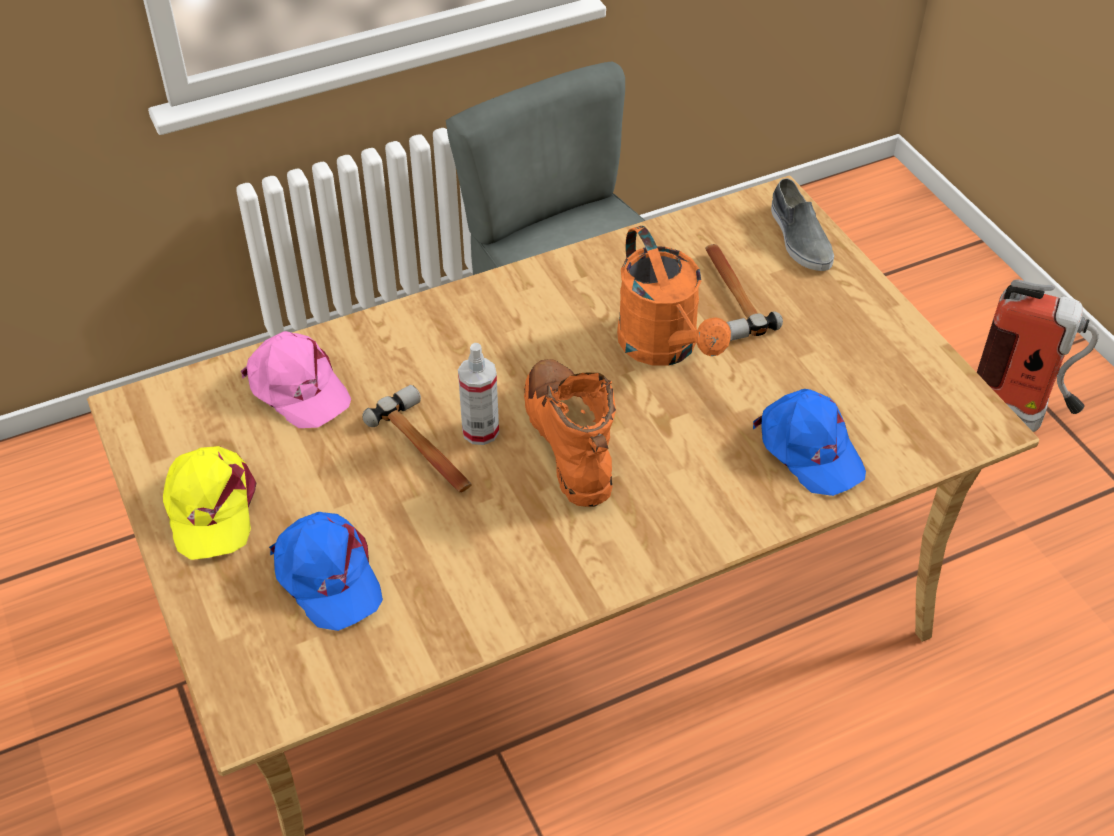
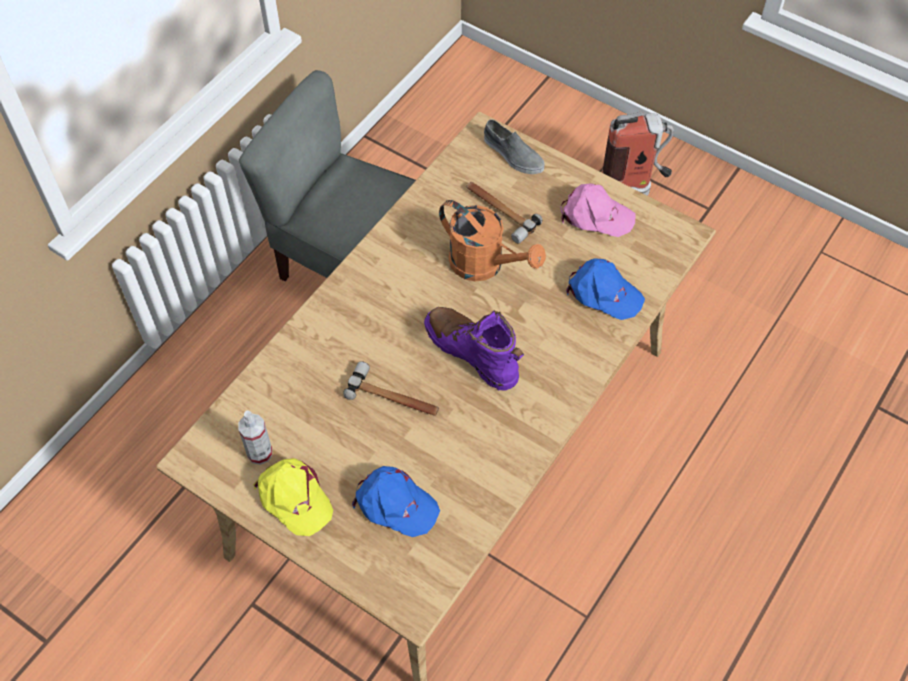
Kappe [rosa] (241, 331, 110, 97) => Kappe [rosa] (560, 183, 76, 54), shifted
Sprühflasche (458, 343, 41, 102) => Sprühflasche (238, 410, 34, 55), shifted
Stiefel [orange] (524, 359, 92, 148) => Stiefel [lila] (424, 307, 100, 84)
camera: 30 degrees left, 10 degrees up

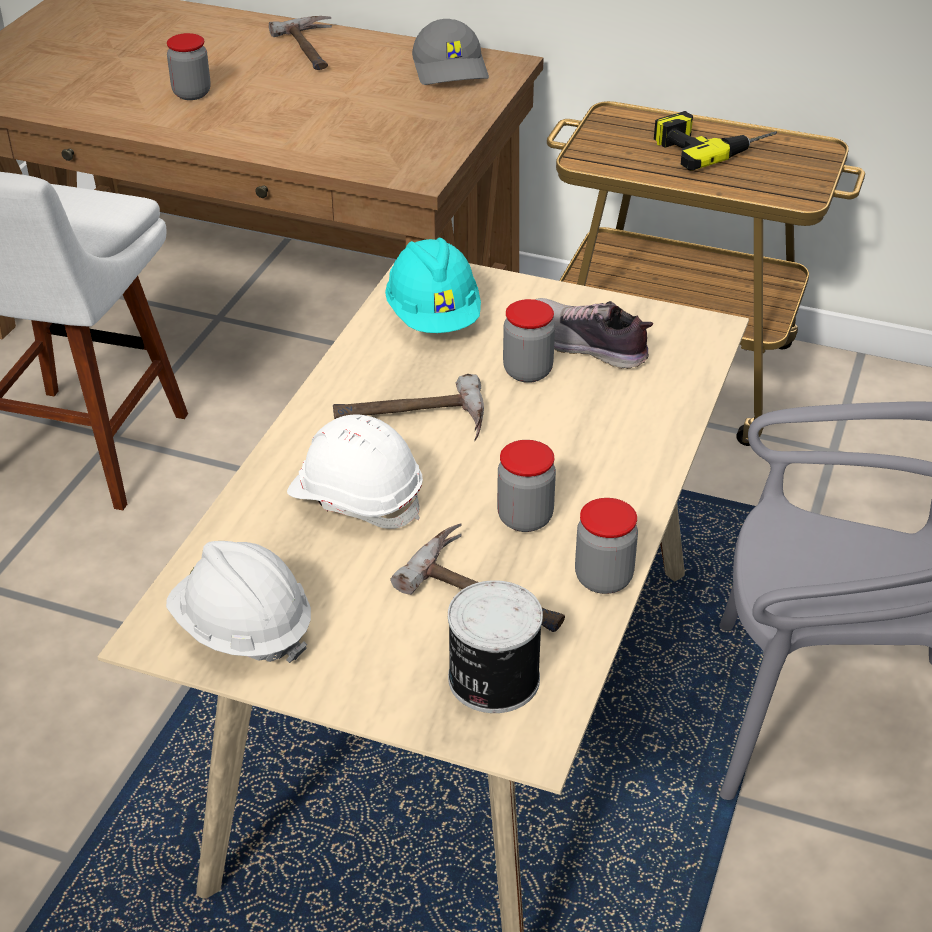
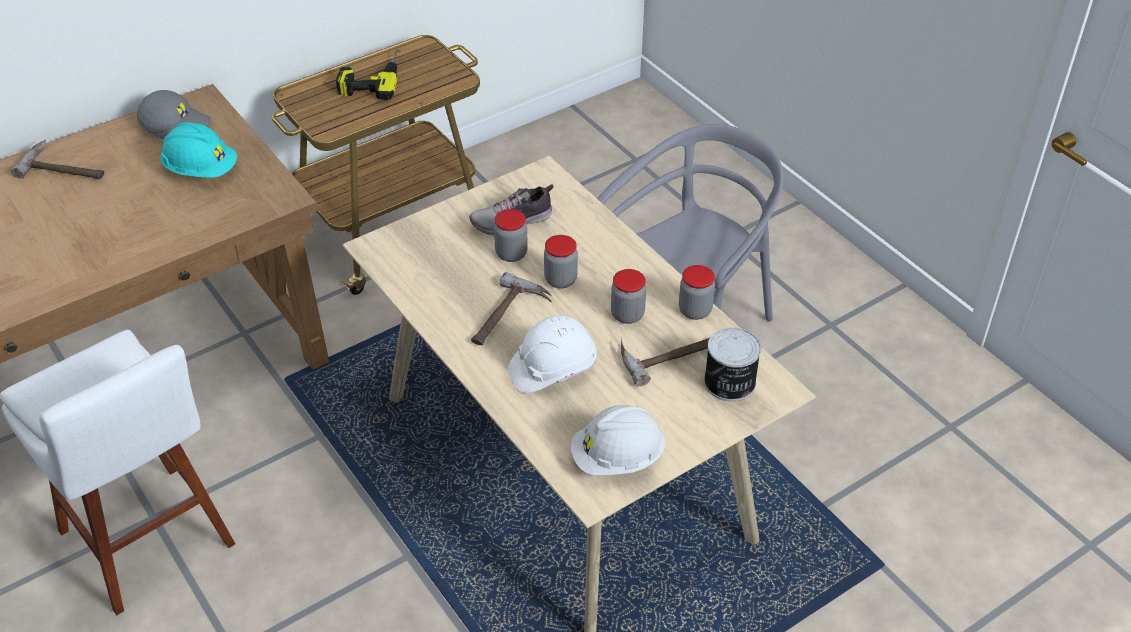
Vorratsglas (167, 33, 44, 67) => Vorratsglas (544, 235, 34, 54), shifted
Schutzhelm [türkis] (385, 238, 96, 95) => Schutzhelm [türkis] (160, 122, 77, 56), shifted
camera: 55 degrees left, 5 degrees up

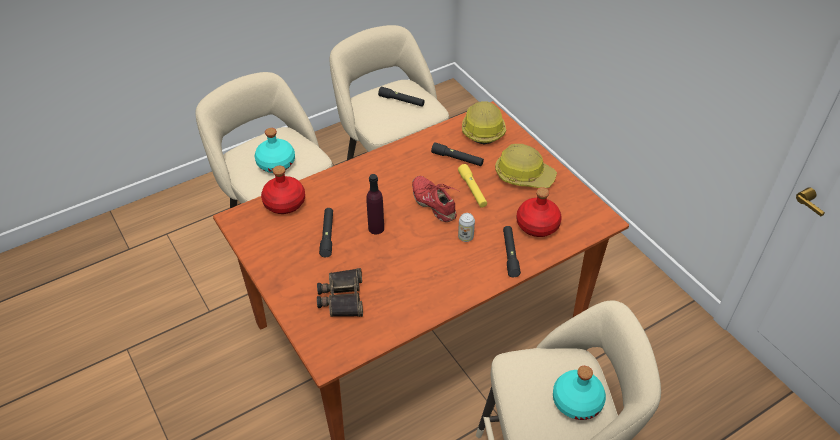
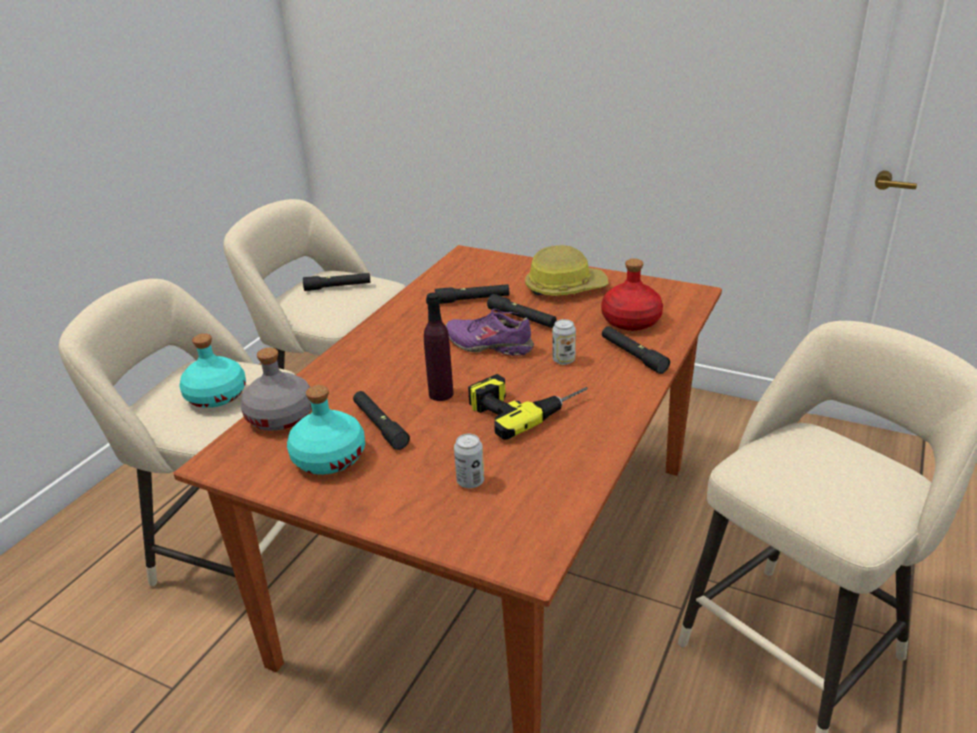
Schutzhelm (462, 101, 44, 44) => nothing
nothing => Bohrmaschine (468, 374, 120, 66)
Flasche [türkis] (553, 366, 53, 54) => Flasche [türkis] (287, 385, 78, 90), shifted
Fernglas (317, 268, 46, 49) => Dose (454, 434, 30, 54)
Flasche [rot] (261, 166, 44, 48) => Flasche [grau] (241, 348, 71, 83)
Schuh [rot] (412, 176, 47, 46) => Schuh [lila] (446, 309, 88, 47)
Taschenlampe [gelb] (458, 164, 29, 44) => Taschenlampe [schwarz] (487, 294, 70, 34)
camera: 30 degrees left, 15 degrees down

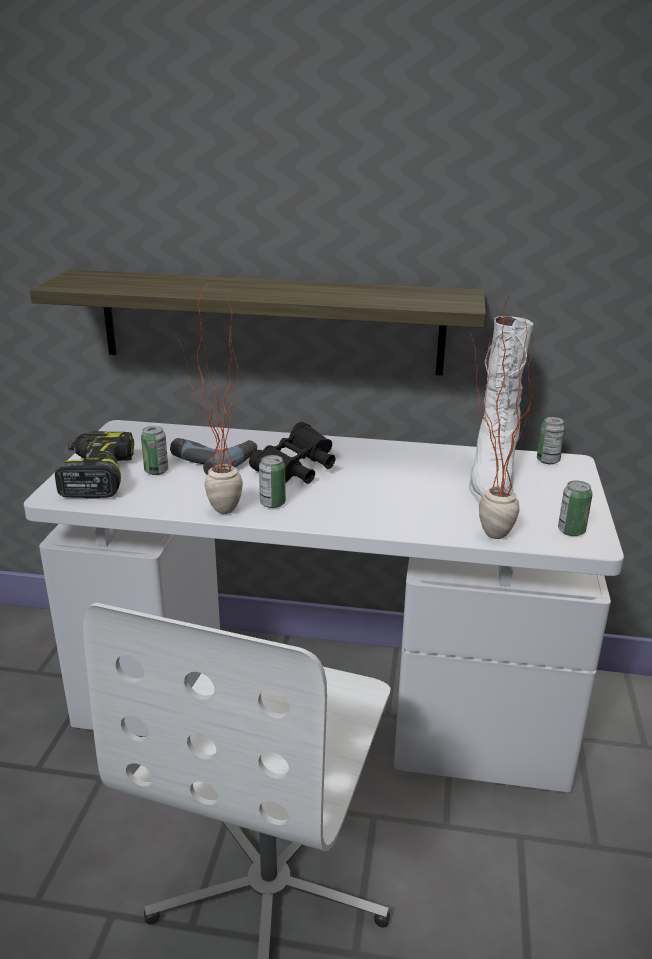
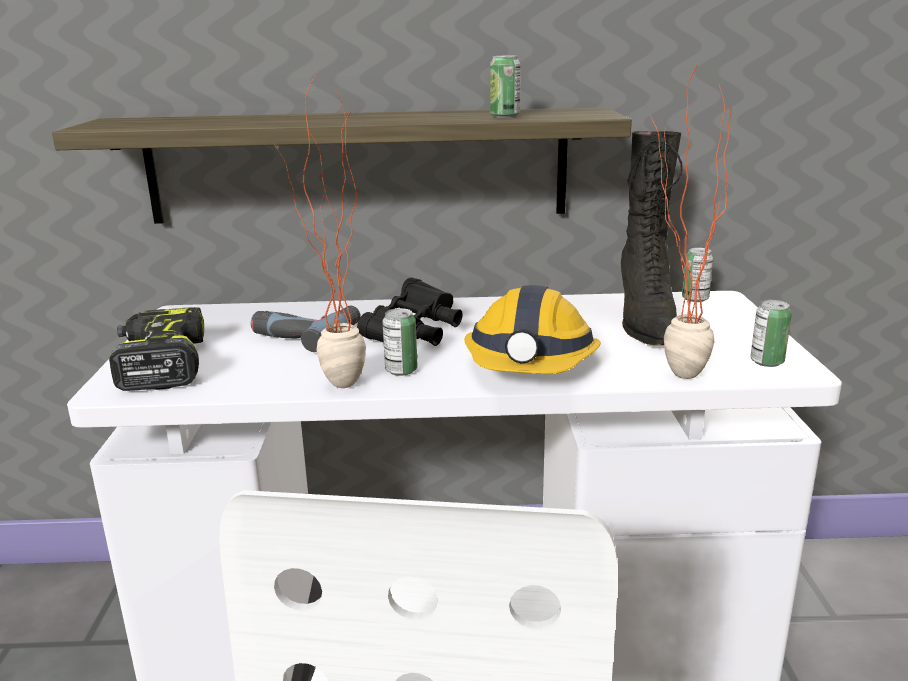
nothing => Schutzhelm (464, 285, 137, 89)
Dose (141, 426, 27, 49) => Dose (490, 55, 31, 63), shifted
Stiefel [weiß] (469, 316, 64, 187) => Stiefel [schwarz] (621, 131, 62, 215)
camera: 10 degrees left, 5 degrees down

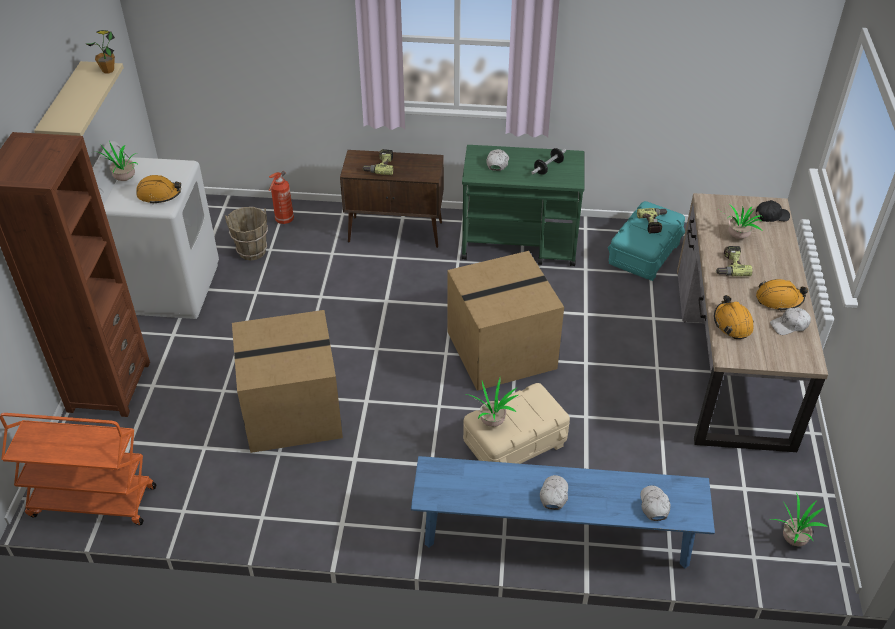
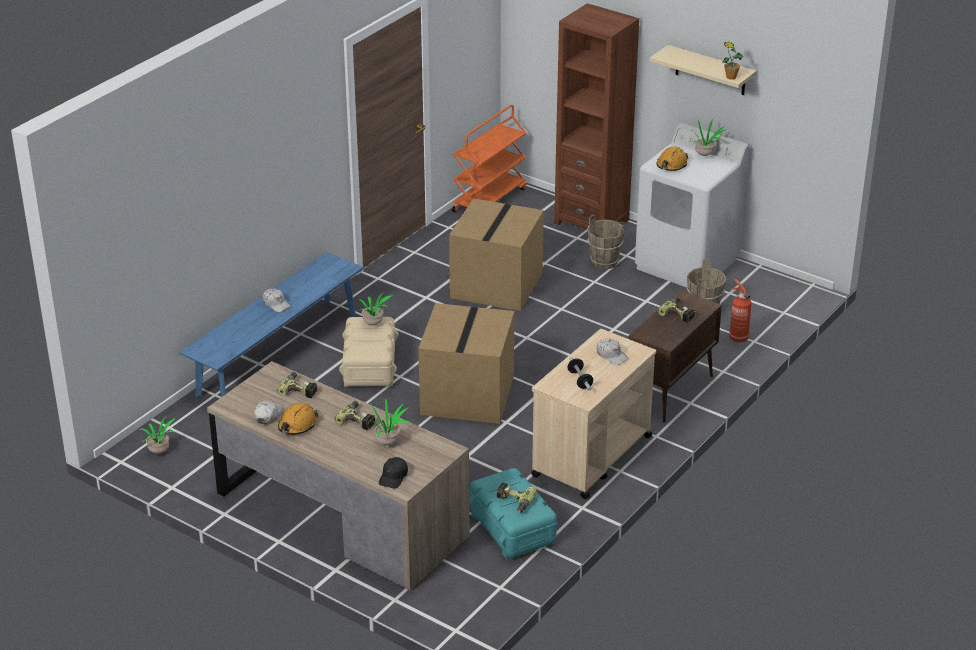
Kappe [weiß] (640, 485, 30, 36) => nothing
nothing => Eimer [braun] (587, 215, 38, 54)
Schutzhelm [orange] (714, 295, 40, 44) => Bohrmaschine (277, 372, 40, 26)
Rollwagen [grün] (462, 145, 123, 121) => Rollwagen [beige] (531, 329, 125, 170)
camera: 120 degrees right, 10 degrees down

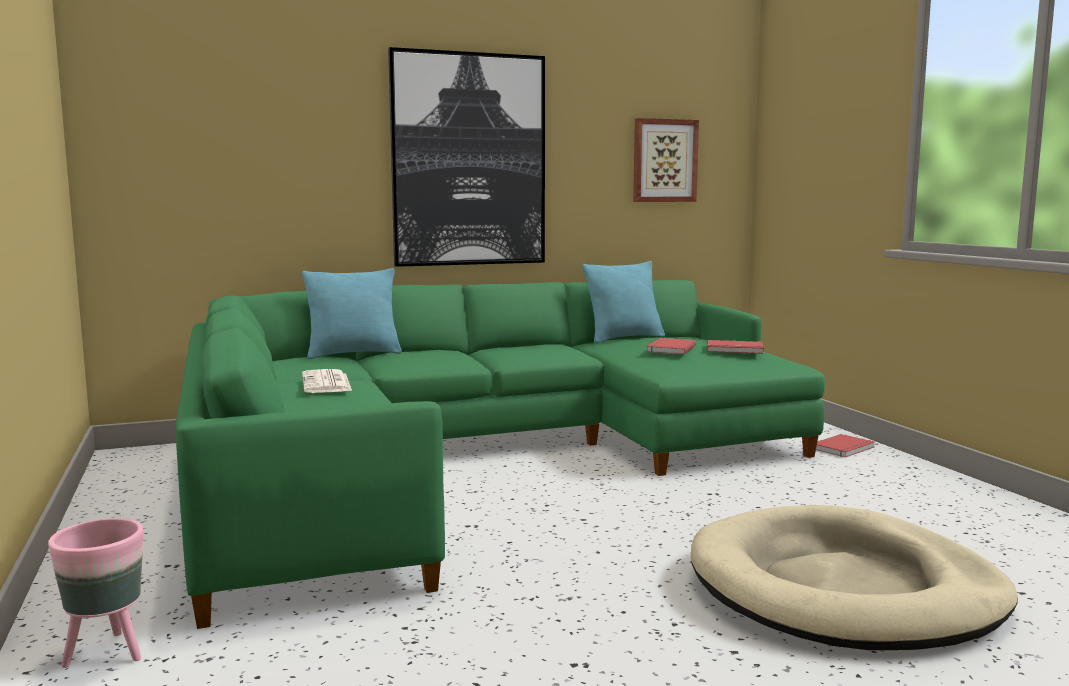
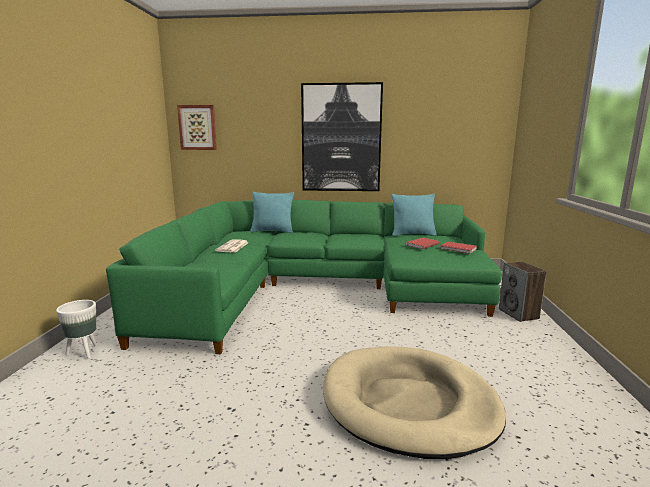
Bild (633, 118, 66, 84) => Bild (177, 105, 40, 45), shifted
Buch [rot] (816, 434, 58, 23) => Lautsprecher (499, 262, 48, 60)
Pflanzkübel [rosa] (48, 518, 95, 150) => Pflanzkübel [weiß] (56, 300, 41, 59)
camera: 25 degrees right, 5 degrees up

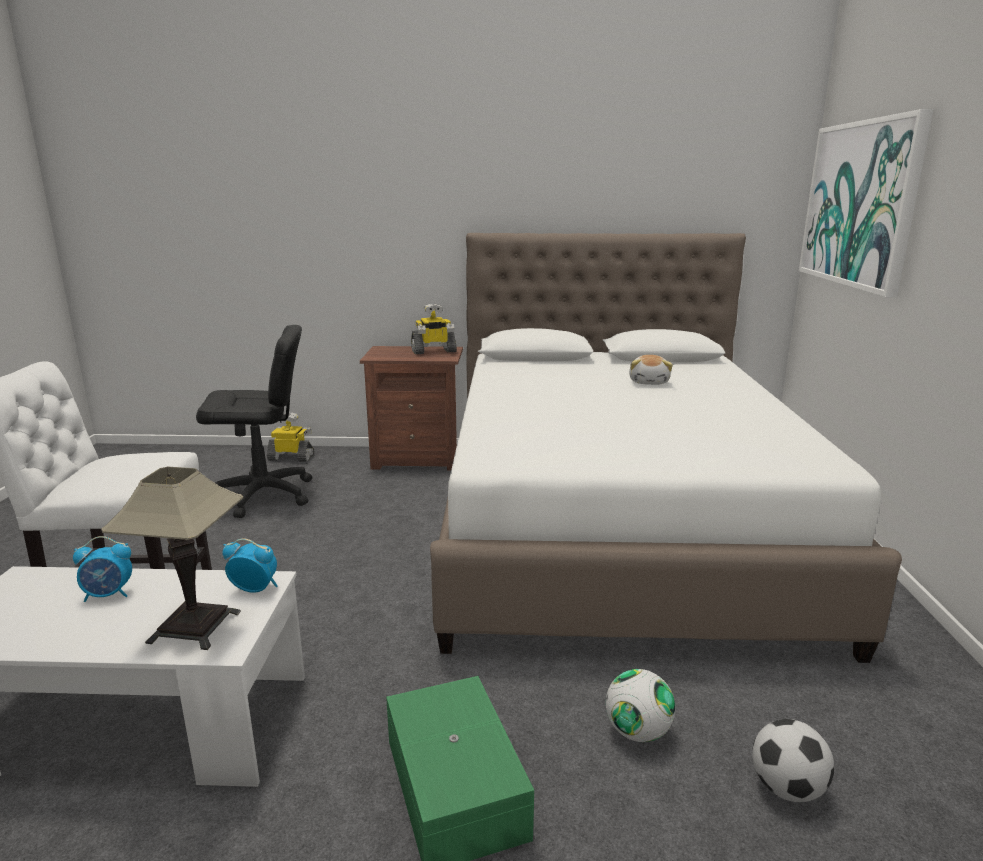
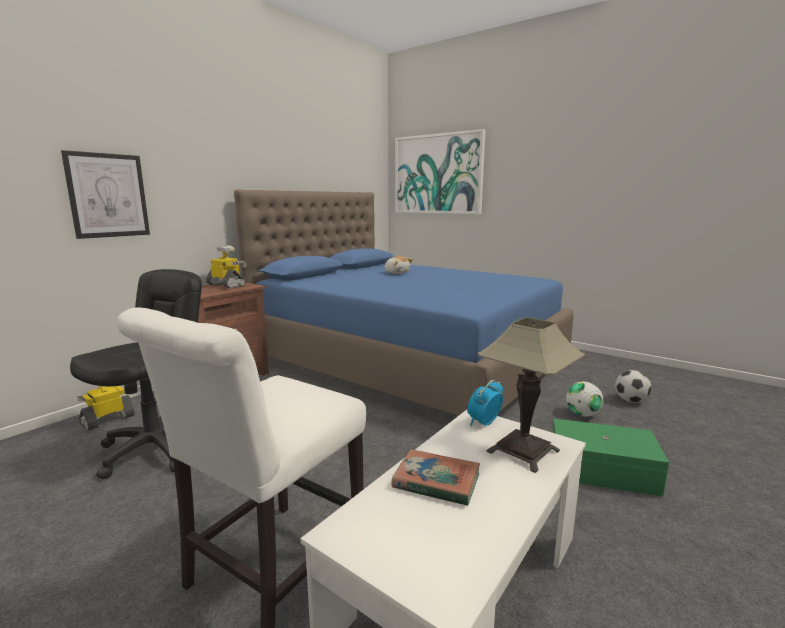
nothing => Bild (61, 150, 89, 89)
Wecker (73, 536, 59, 66) => Buch (392, 449, 88, 57)
Bett [weiß] (430, 233, 472, 430) => Bett [blau] (234, 189, 340, 227)
Spielzeugroboter (411, 303, 46, 51) => Spielzeugroboter (206, 245, 41, 43), 75 degrees counterclockwise
camera: 55 degrees left, 5 degrees down

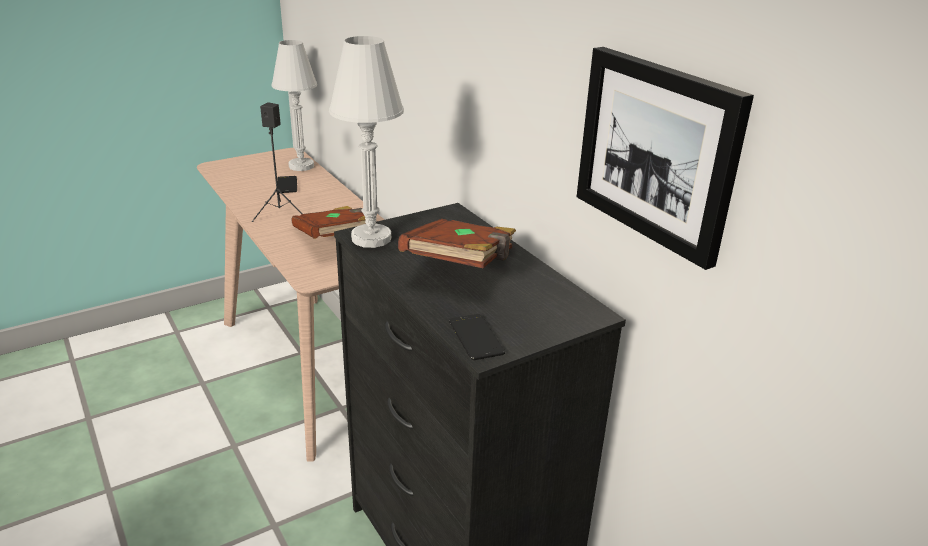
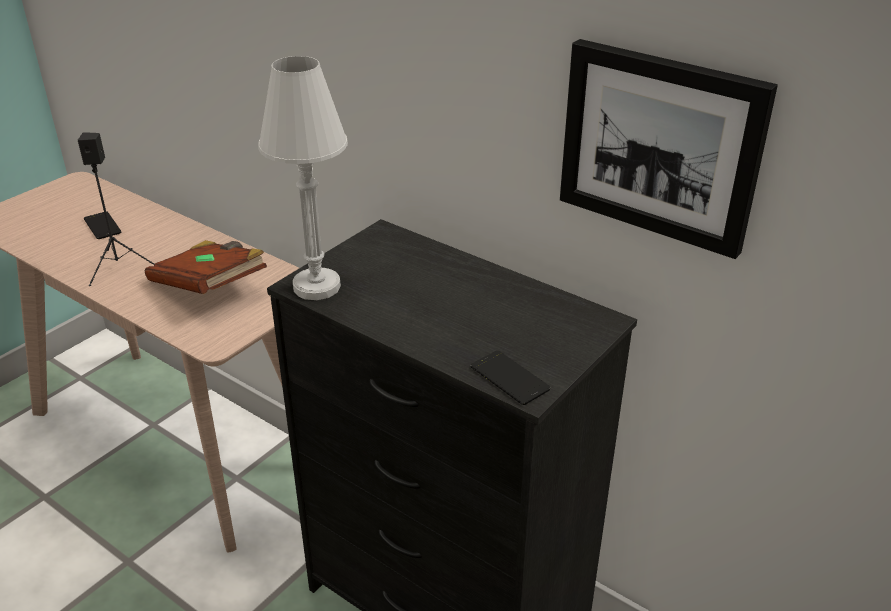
Tischlampe [weiß] (271, 40, 46, 131) => nothing
Buch [braun] (398, 219, 118, 49) => nothing
camera: 20 degrees left, 5 degrees up

